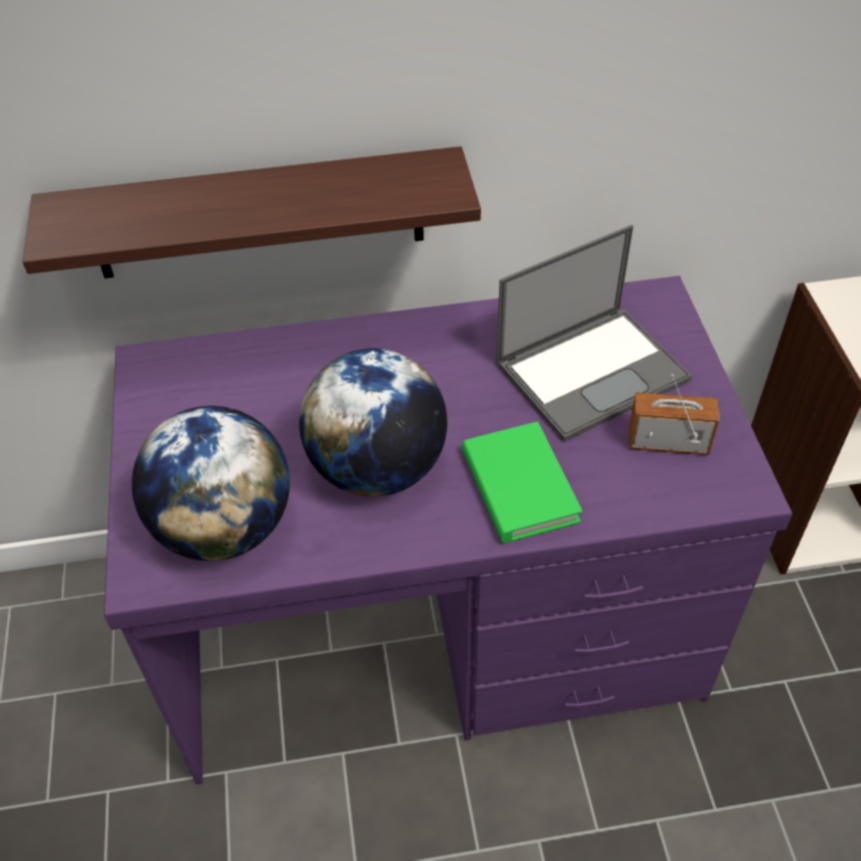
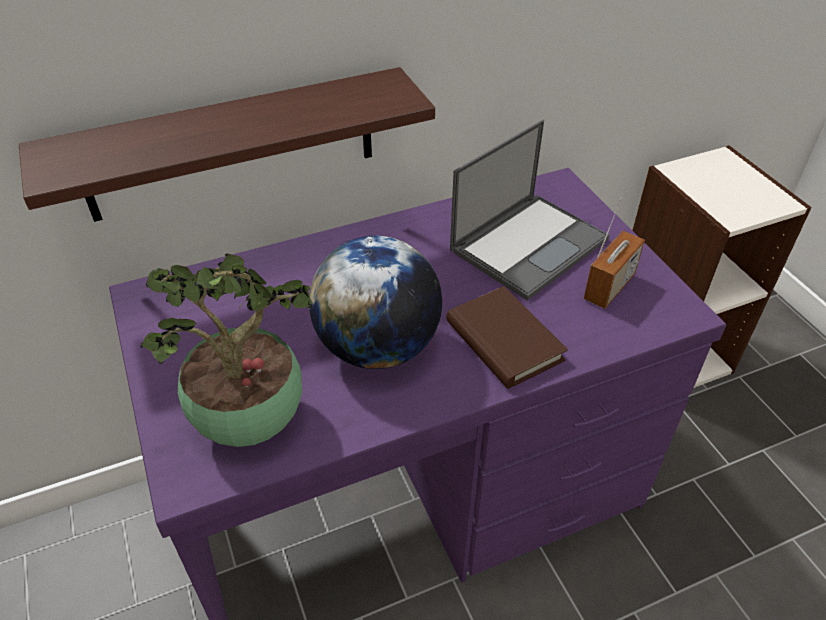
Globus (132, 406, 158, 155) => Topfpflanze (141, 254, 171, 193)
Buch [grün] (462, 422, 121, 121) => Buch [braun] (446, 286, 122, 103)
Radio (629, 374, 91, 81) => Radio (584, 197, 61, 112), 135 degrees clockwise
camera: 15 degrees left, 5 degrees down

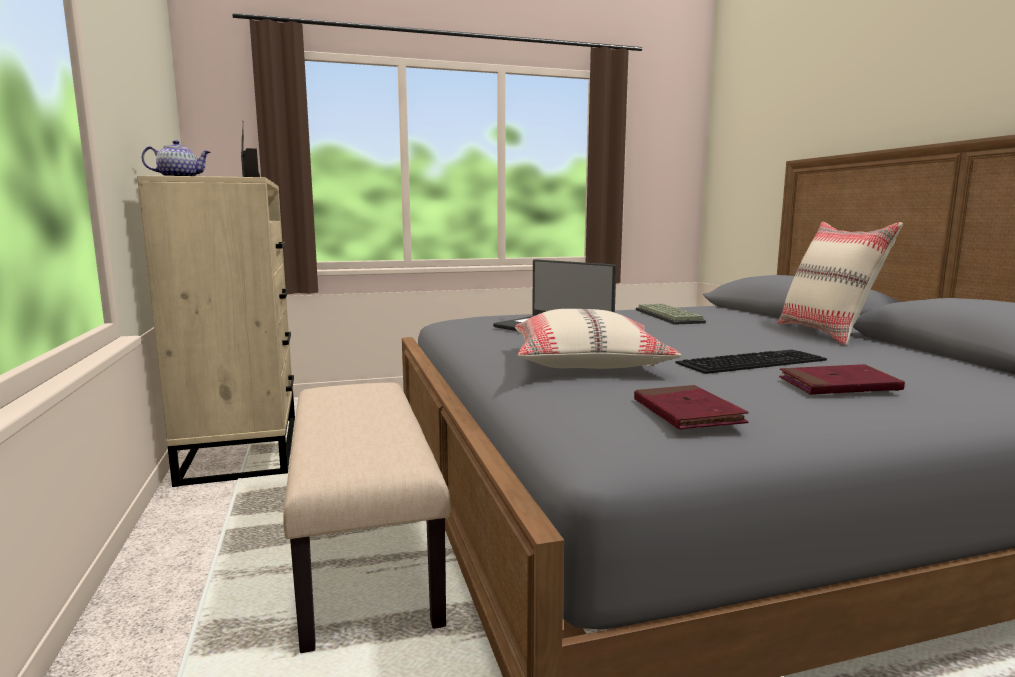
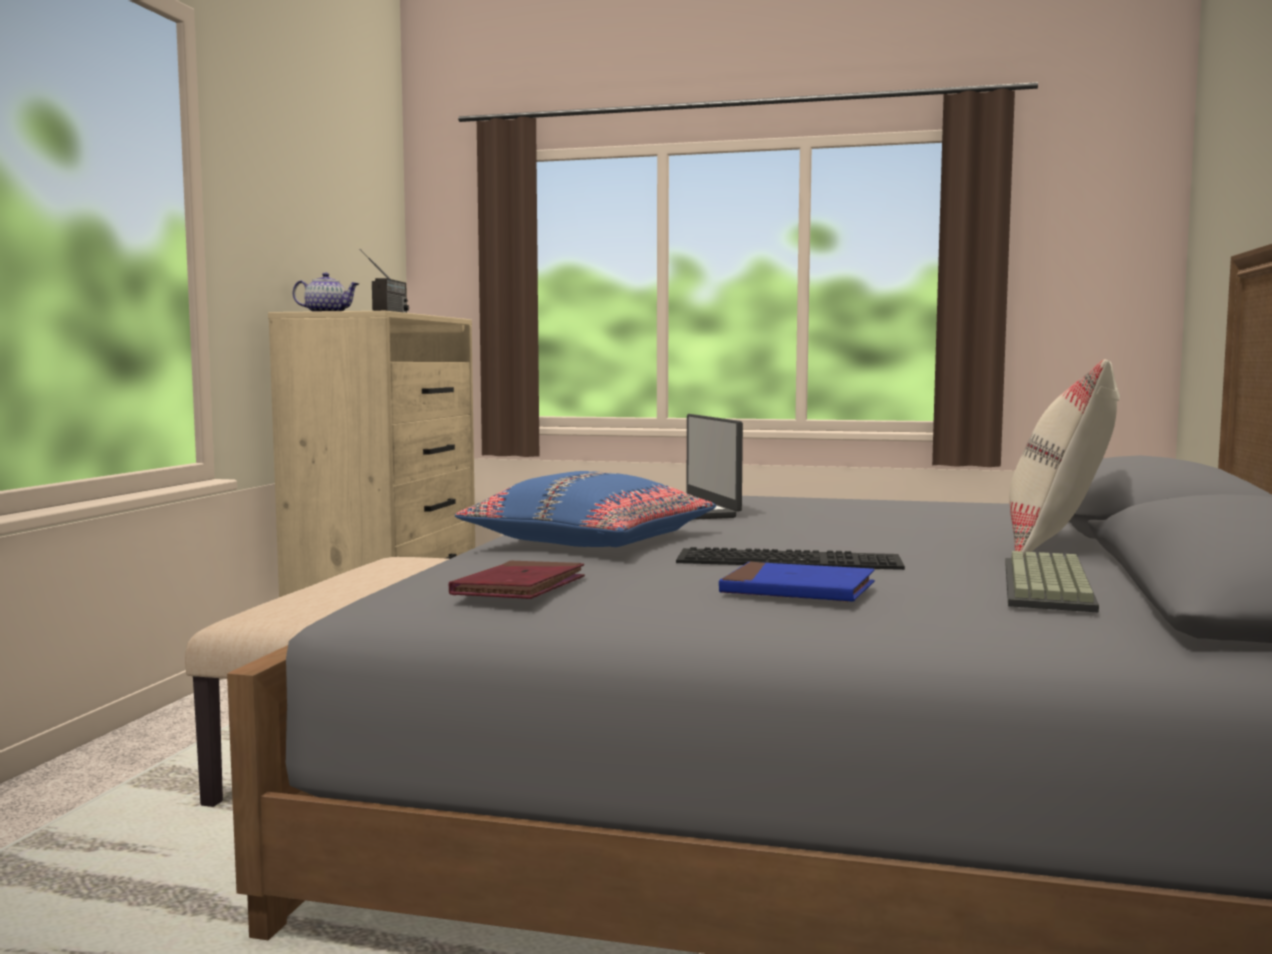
Tastatur (636, 304, 70, 21) => Tastatur (1005, 551, 94, 62), shifted
Kissen [beige] (515, 309, 166, 60) => Kissen [blau] (455, 471, 261, 76)
Buch [rot] (779, 364, 126, 31) => Buch [blau] (719, 561, 156, 41)
camera: 30 degrees right, 5 degrees down

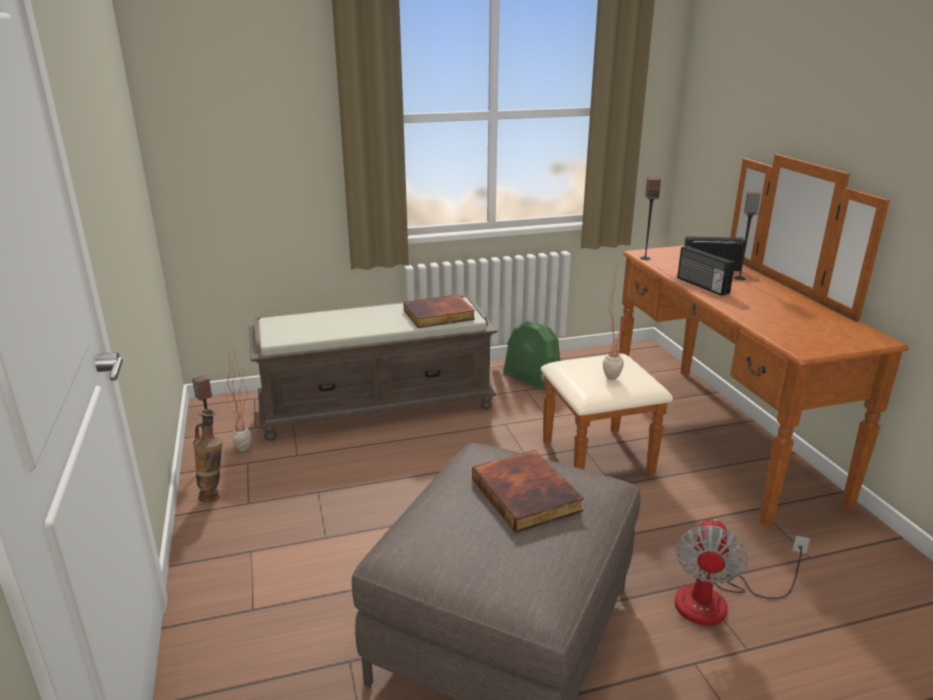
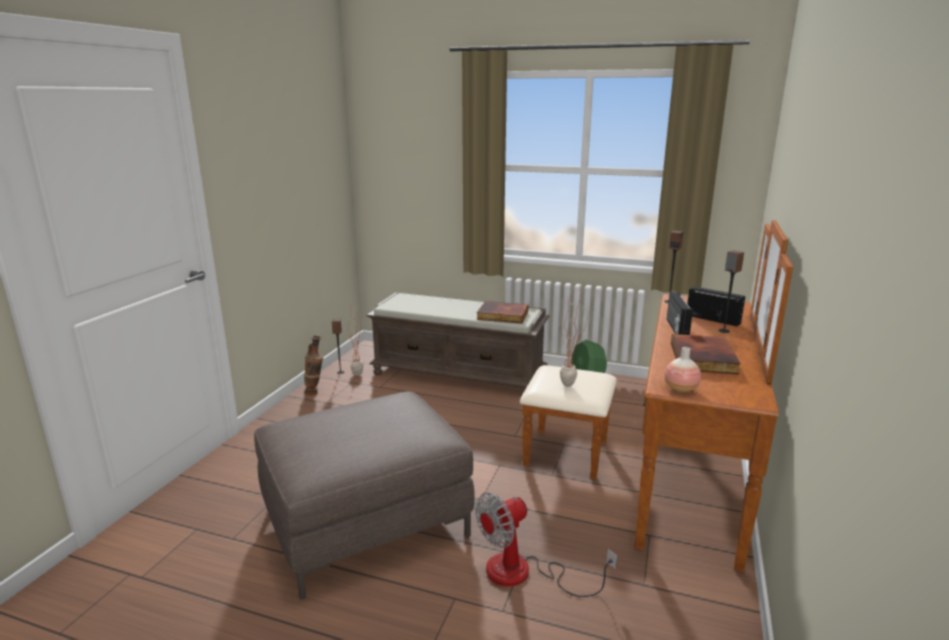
nothing => Vase (664, 347, 37, 46)
Buch (472, 450, 112, 83) => Buch (671, 334, 70, 40), shifted
camera: 35 degrees right, 5 degrees down

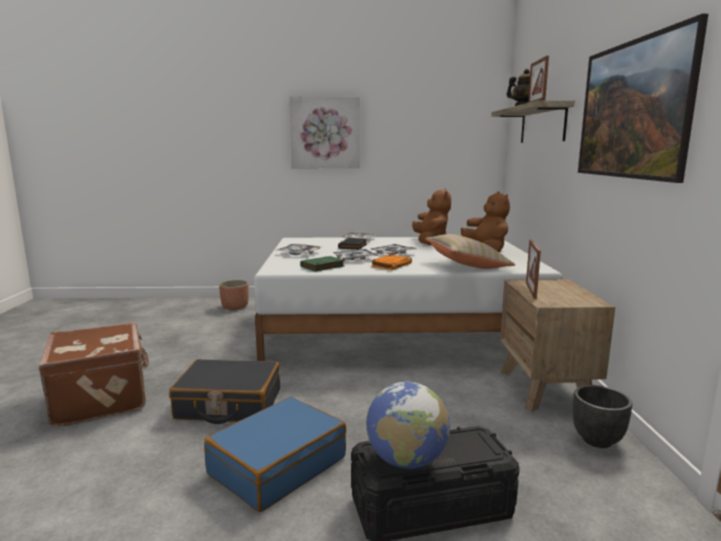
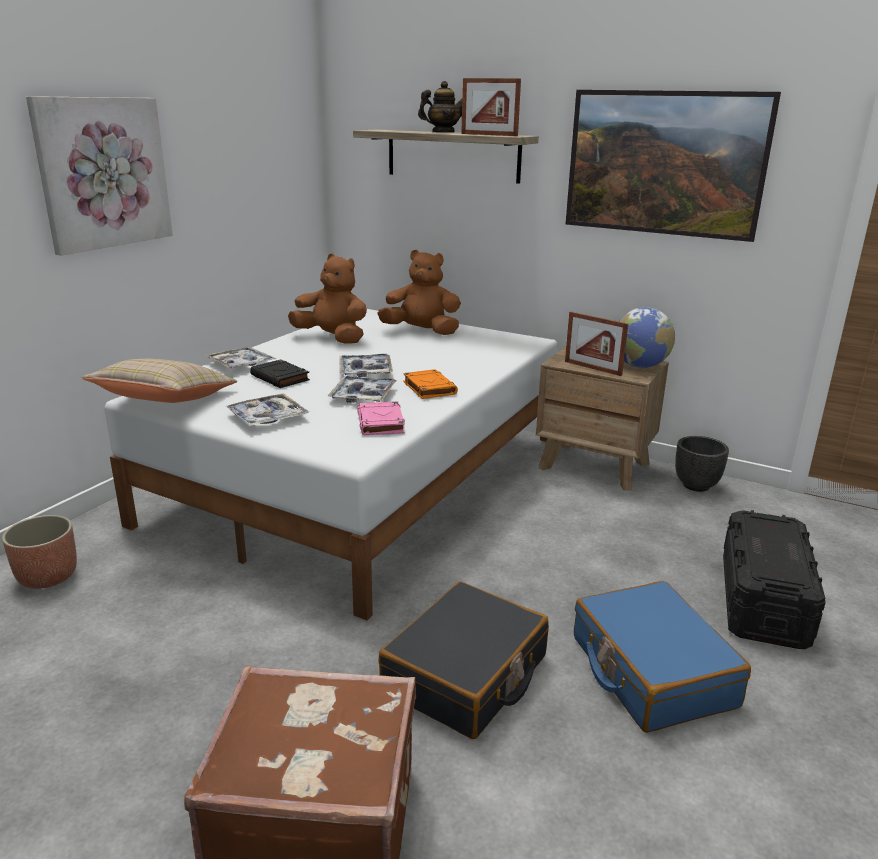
Globus (366, 382, 84, 87) => Globus (619, 307, 56, 61), shifted
Kissen [beige] (425, 234, 90, 35) => Kissen [beige] (82, 359, 155, 44), shifted
Buch [grün] (300, 256, 45, 16) => Buch [rosa] (357, 401, 48, 34)
camera: 60 degrees left, 10 degrees up

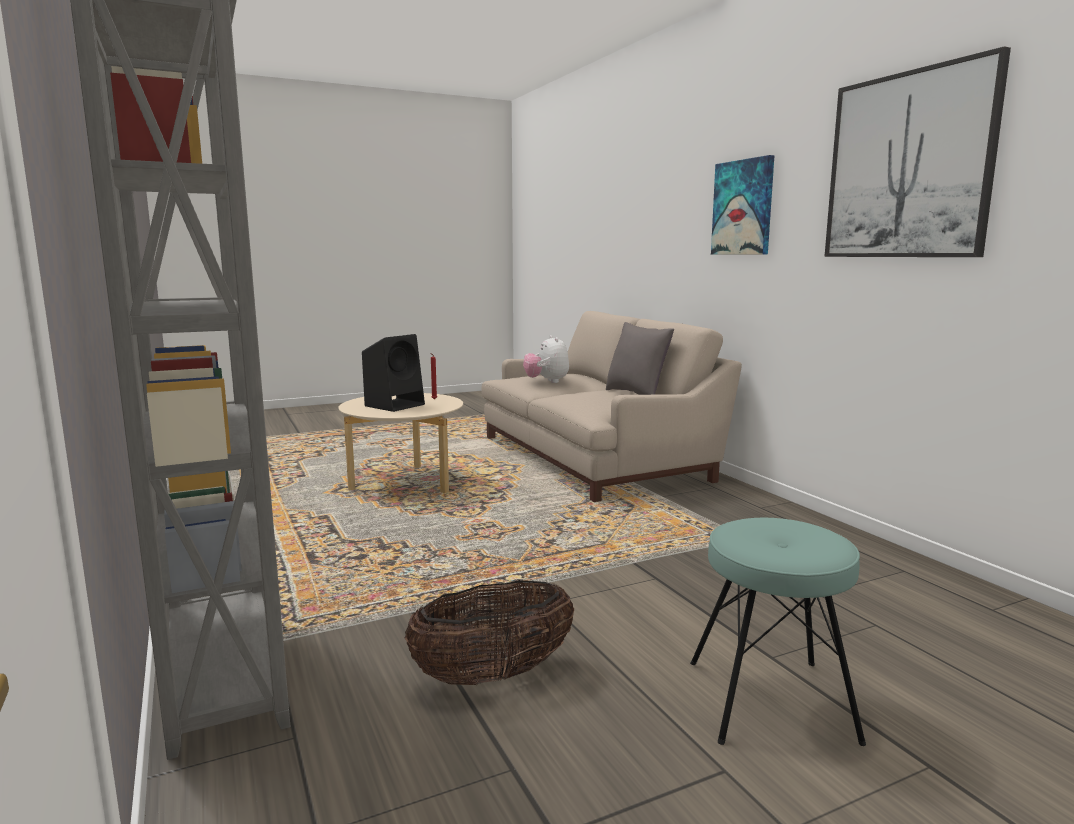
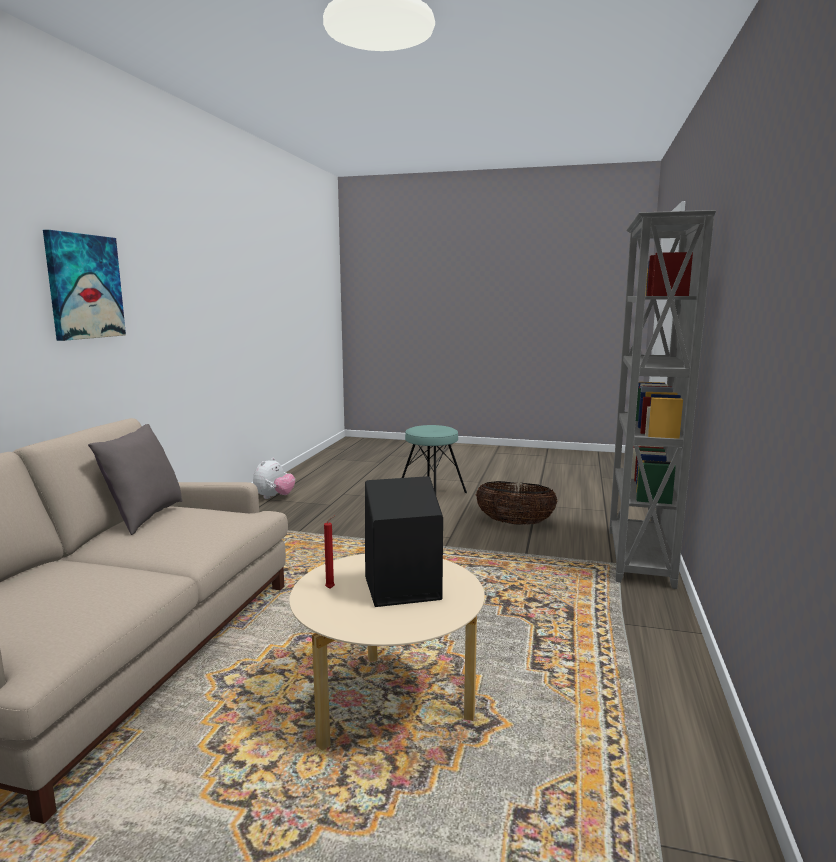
Bild (824, 46, 187, 211) => nothing
Plüschtier (523, 335, 46, 48) => Plüschtier (253, 457, 42, 42), shifted
camera: 140 degrees left, 0 degrees up

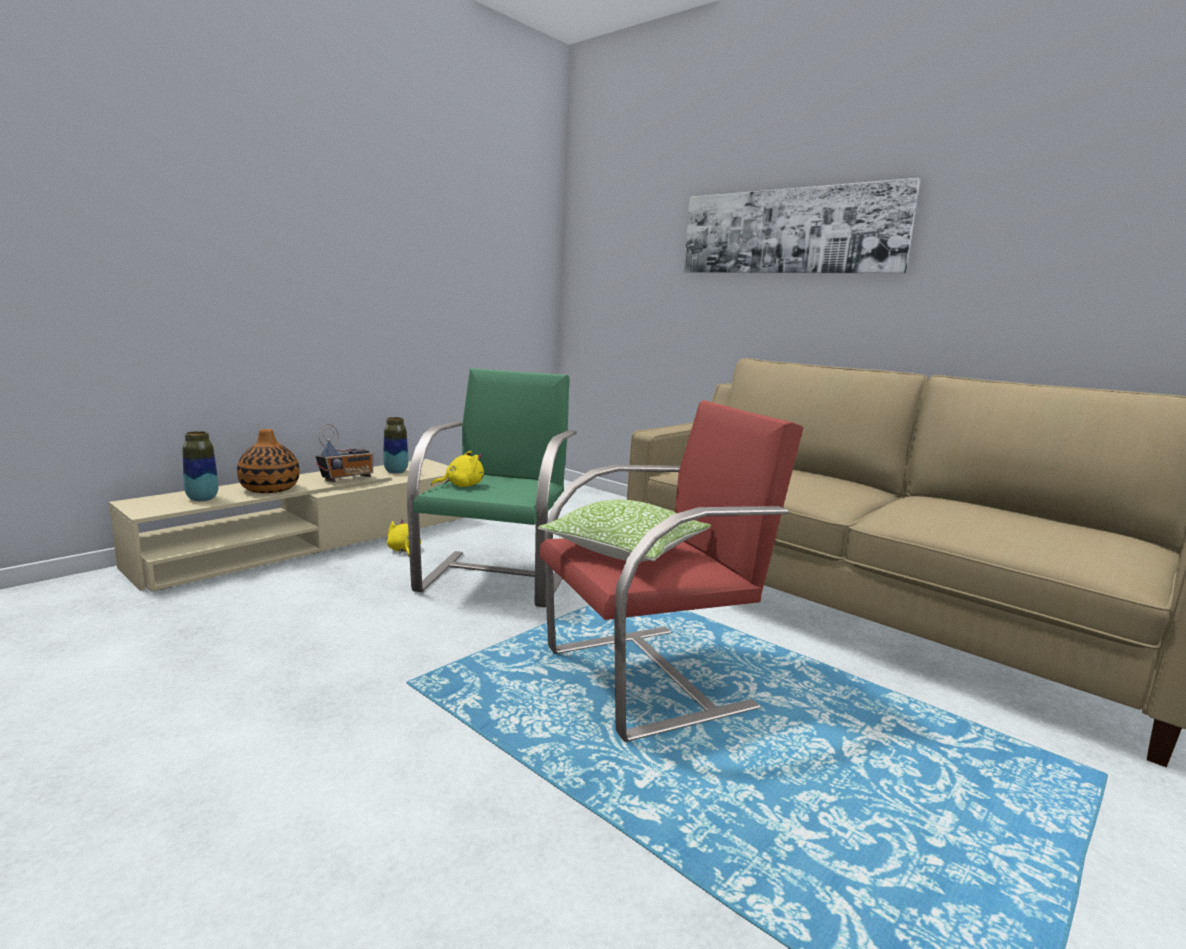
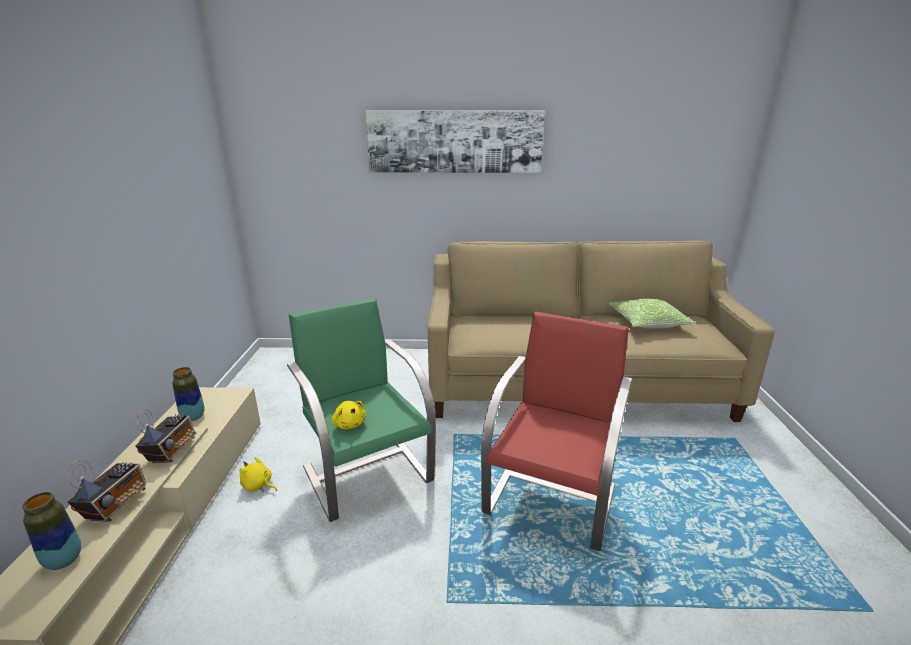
Kissen (538, 500, 173, 61) => Kissen (608, 299, 87, 30), shifted
Vase (237, 429, 63, 64) => Radio (67, 460, 79, 62)
Plüschtier [gelb] (431, 451, 53, 36) => Plüschtier [gelb] (332, 401, 34, 28), 120 degrees clockwise
camera: 40 degrees left, 10 degrees up

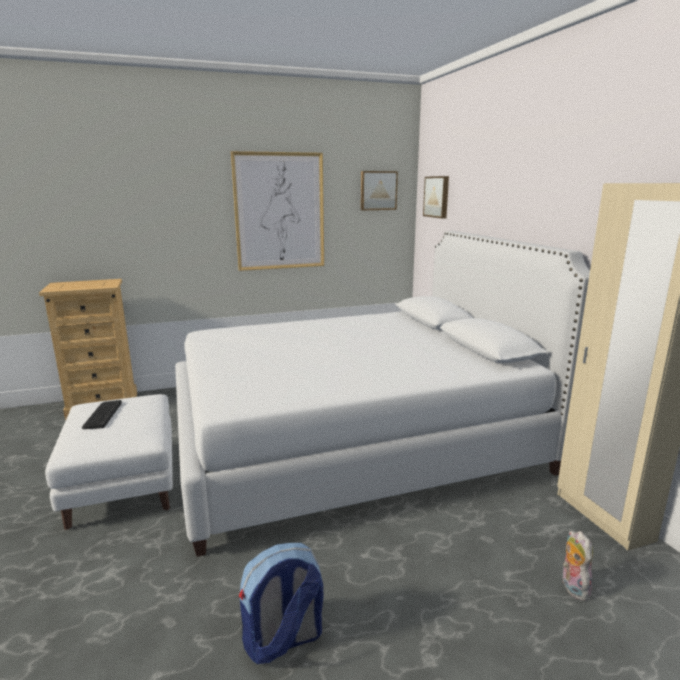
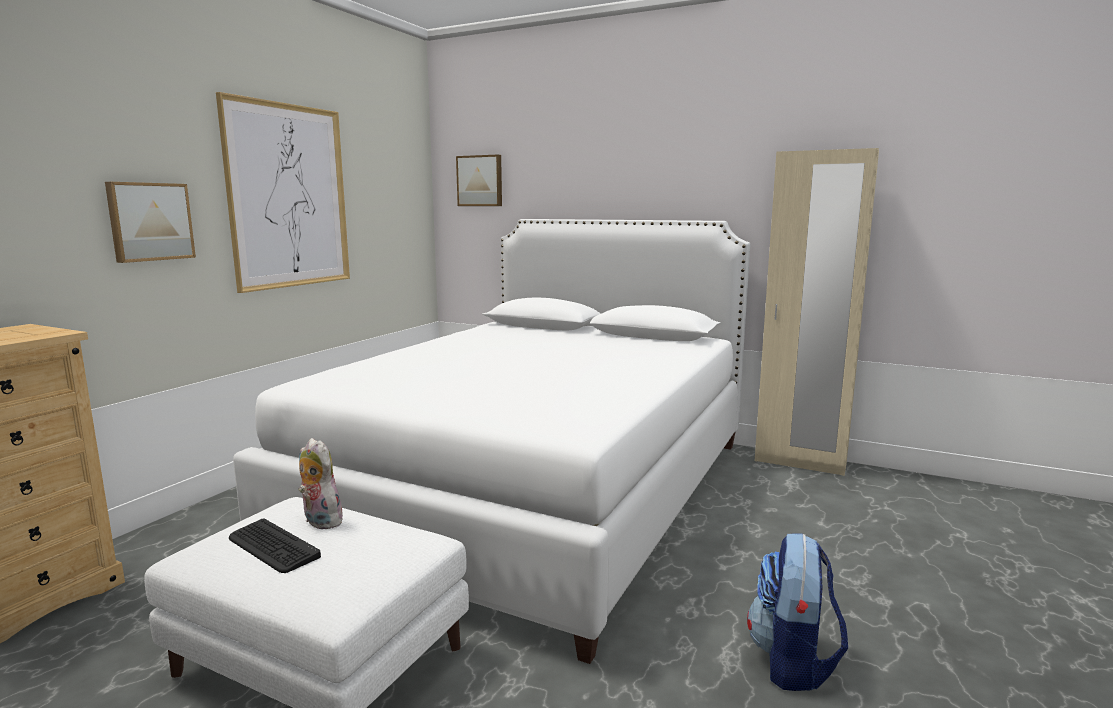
Bild (361, 171, 37, 39) => Bild (105, 182, 91, 81), shifted
Plüschtier (562, 531, 31, 70) => Plüschtier (298, 438, 45, 91), shifted
camera: 45 degrees left, 5 degrees down

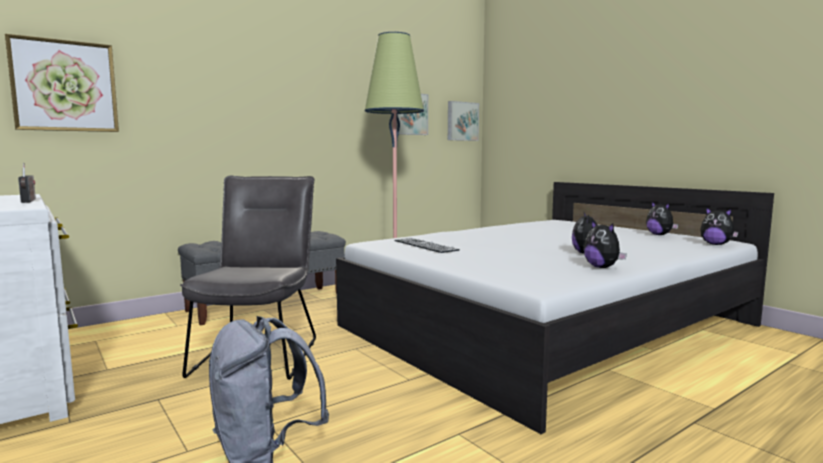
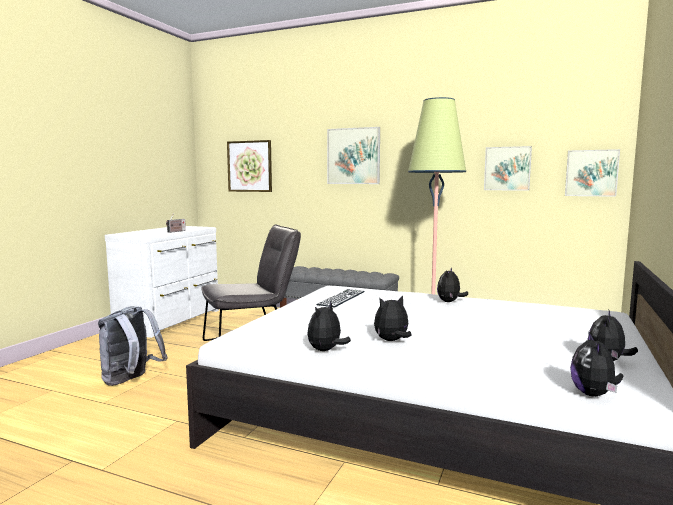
nothing => Bild (327, 127, 53, 57)
nothing => Plüschtier (437, 268, 31, 34)
camera: 60 degrees right, 0 degrees up

